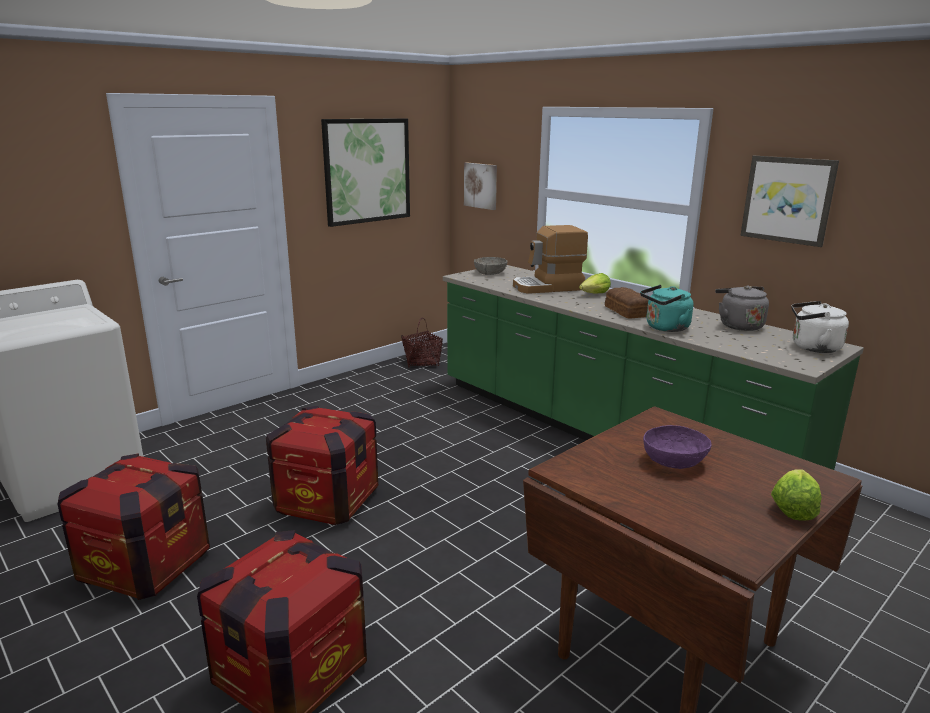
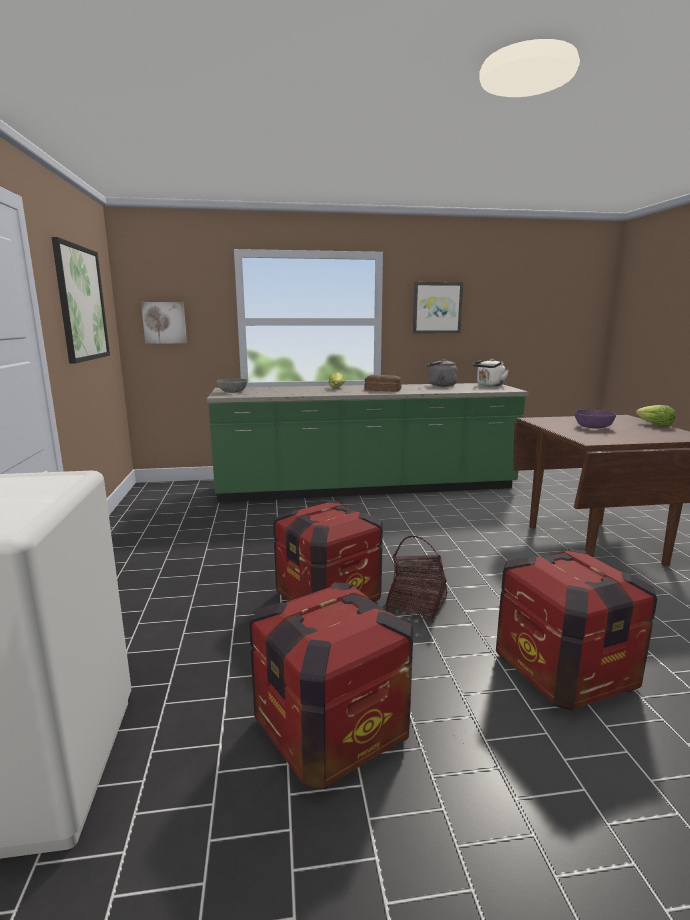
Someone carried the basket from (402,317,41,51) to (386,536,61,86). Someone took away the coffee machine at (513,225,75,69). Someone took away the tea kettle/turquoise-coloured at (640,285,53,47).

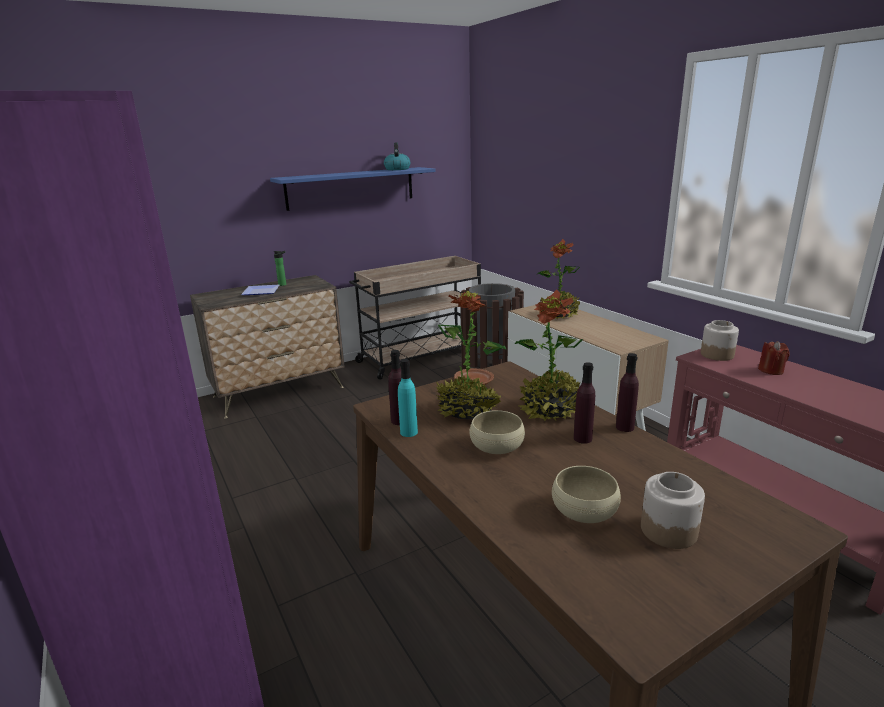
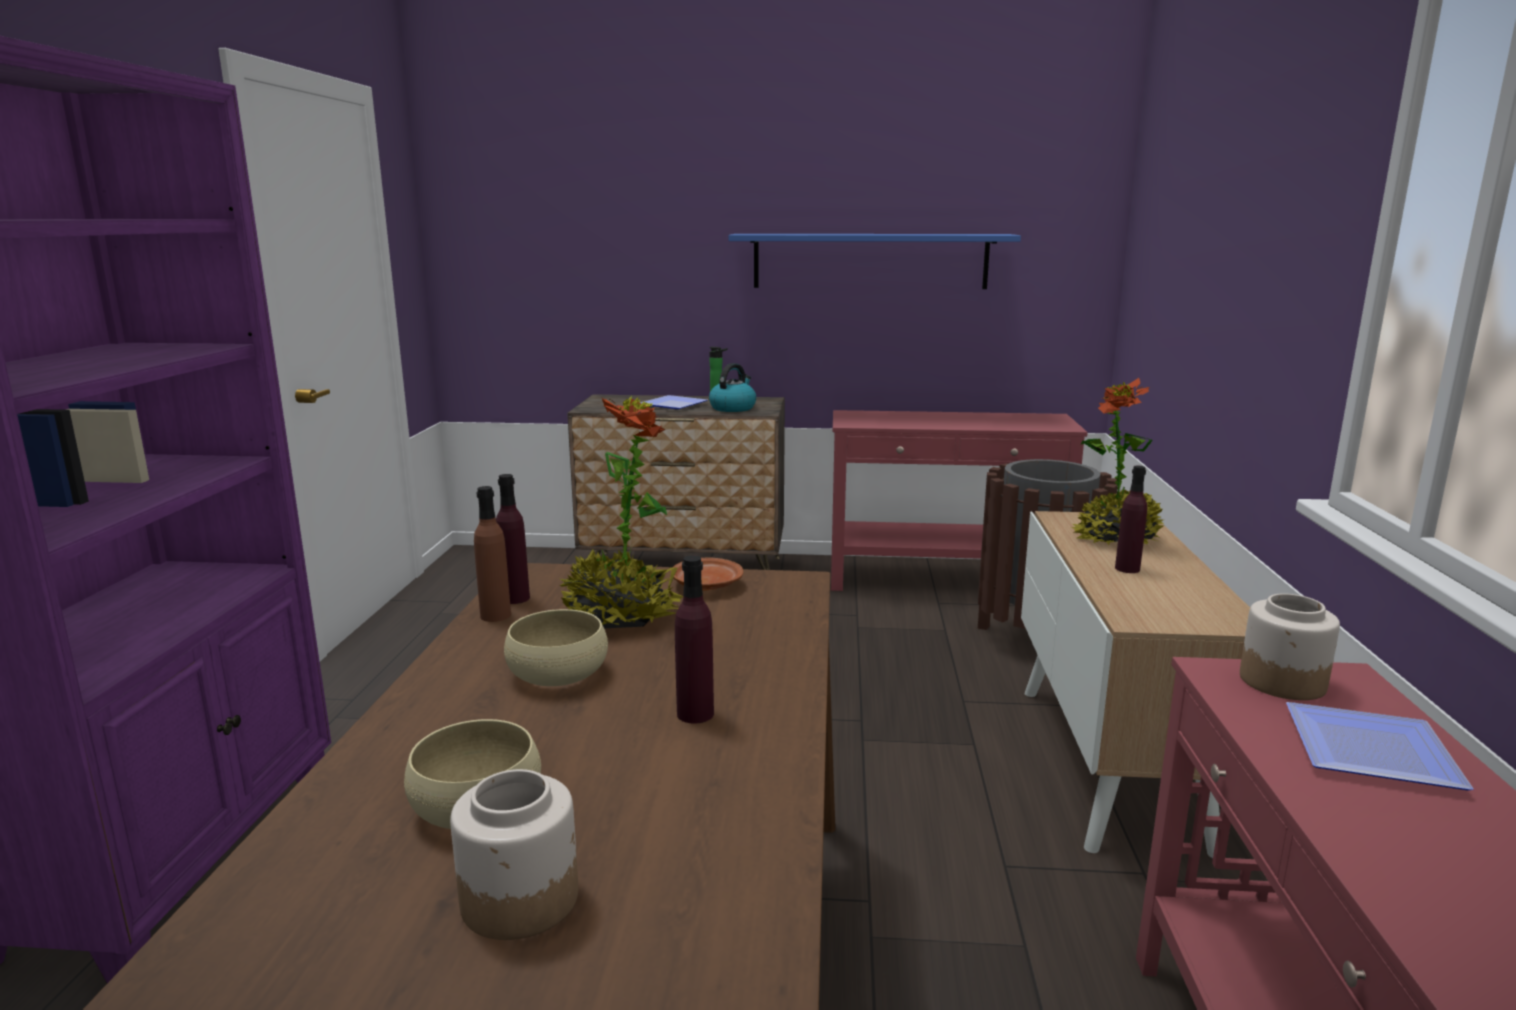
Someone repainted the beverage bottle/turquoise-coloured at (398,359,20,78), which became the beverage bottle/brown-coloured at (474,486,37,136). Someone carried the tea kettle from (384,142,27,28) to (709,363,47,49). Someone swapped the cart/beige-coloured at (349,256,132,124) for the hall table/red-coloured at (831,410,257,181). Someone carried the beverage bottle/purple-coloured from (616,353,23,79) to (1115,466,32,107). Someone swapped the candle/red-coloured at (758,341,32,34) for the dinner plate at (1286,702,188,89). Someone took away the houseplant at (515,289,68,132).

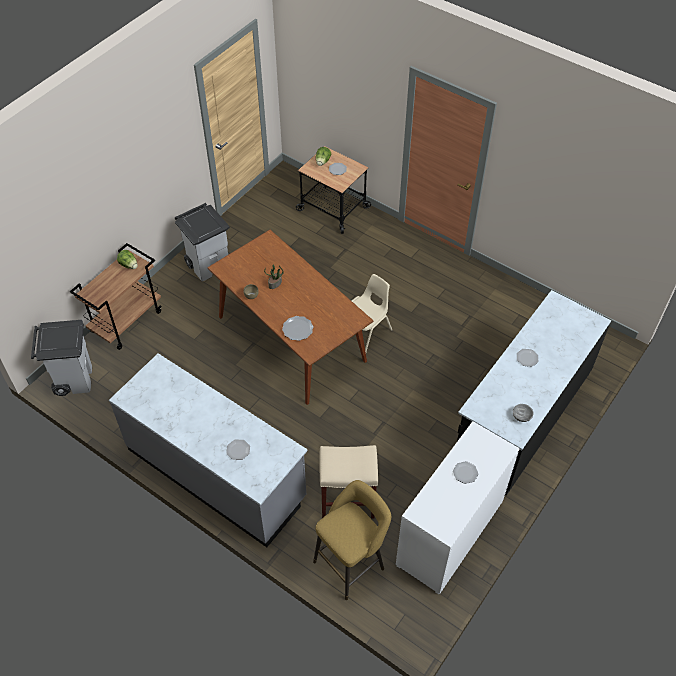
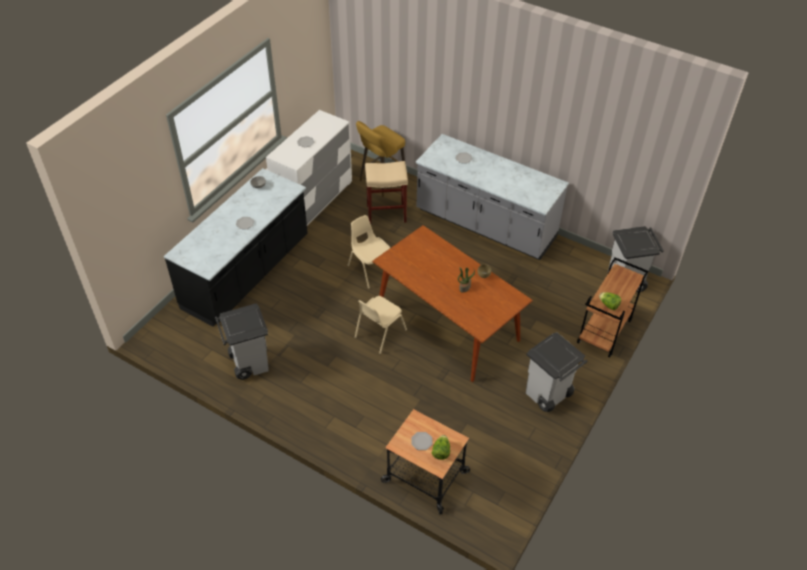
Someone put down the rubbish bin/greyish at (215,303,54,77). Someone put down the plain chair/beige-coloured at (347,215,43,74). Someone took away the dinner plate at (282,316,31,25).

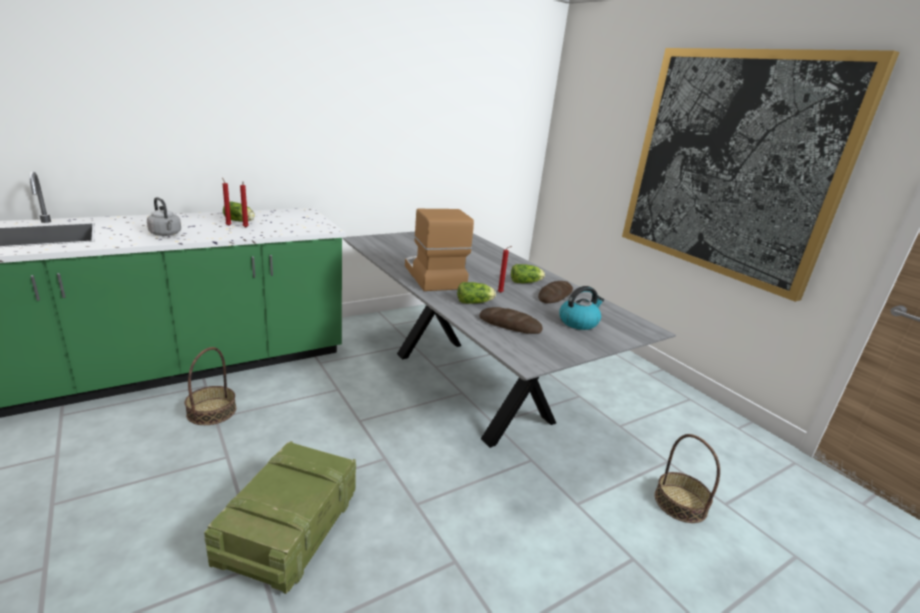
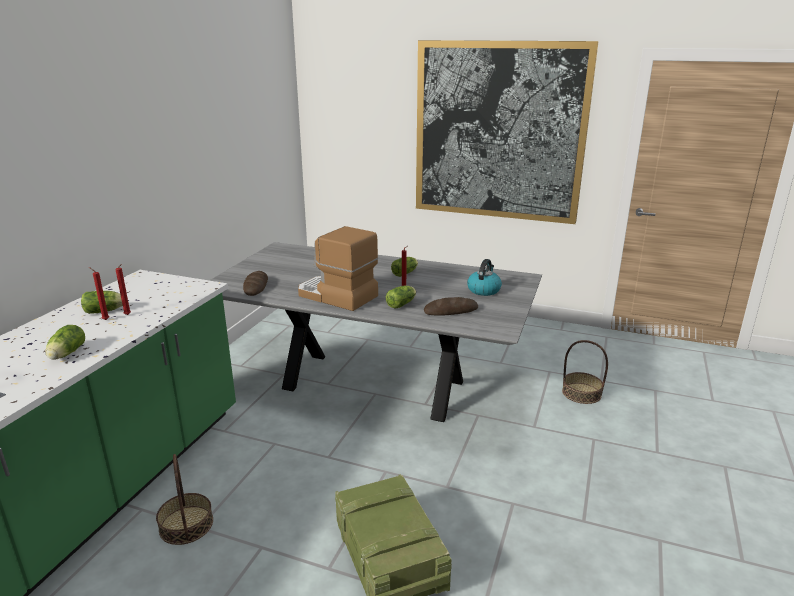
Someone swapped the tea kettle/greyish at (147,197,34,39) for the lettuce at (45,325,40,35). Someone carried the bread from (538,281,35,22) to (243,271,25,25).

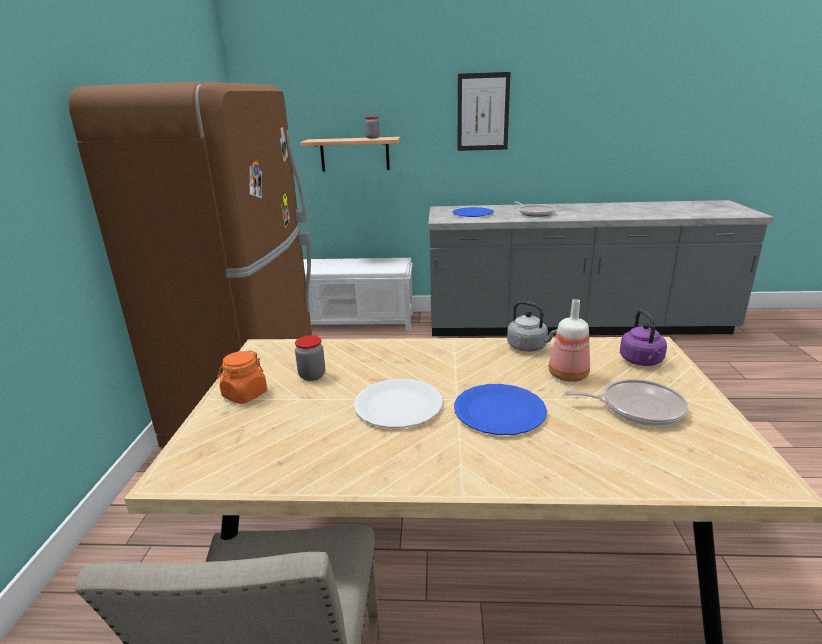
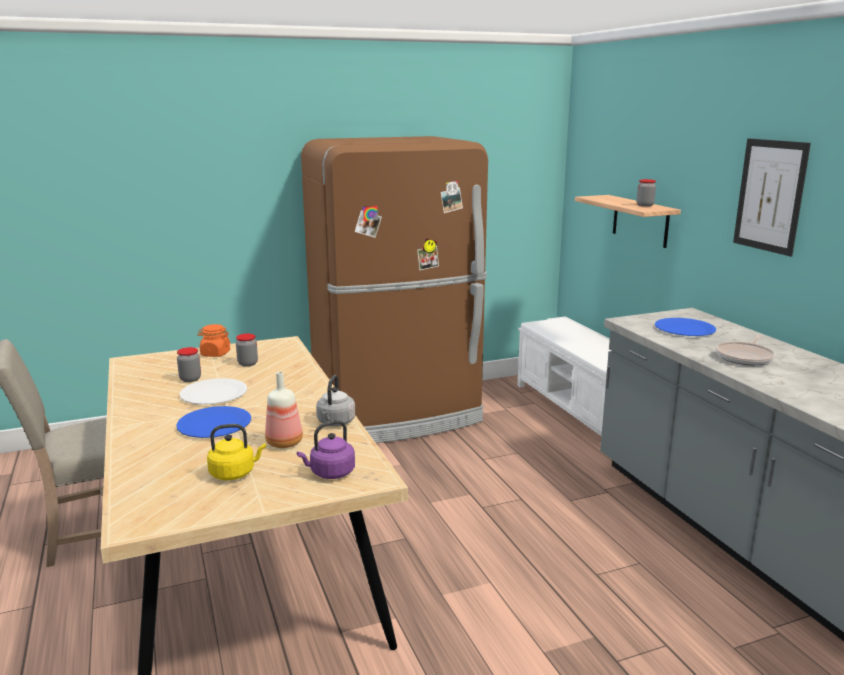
Someone put down the preserve jar at (177,347,24,35). Someone swapped the frying pan at (565,379,123,47) for the tea kettle/yellow at (207,424,59,56).

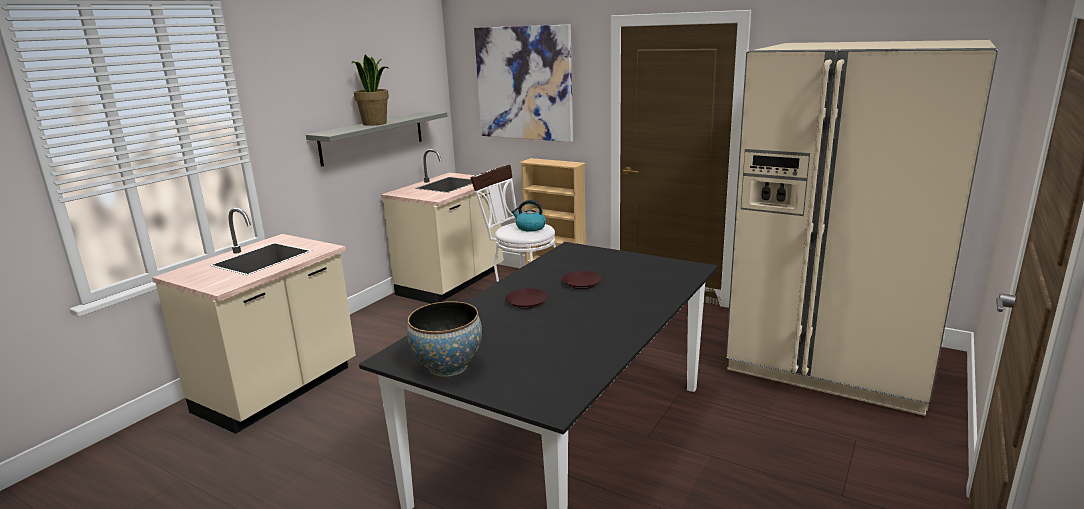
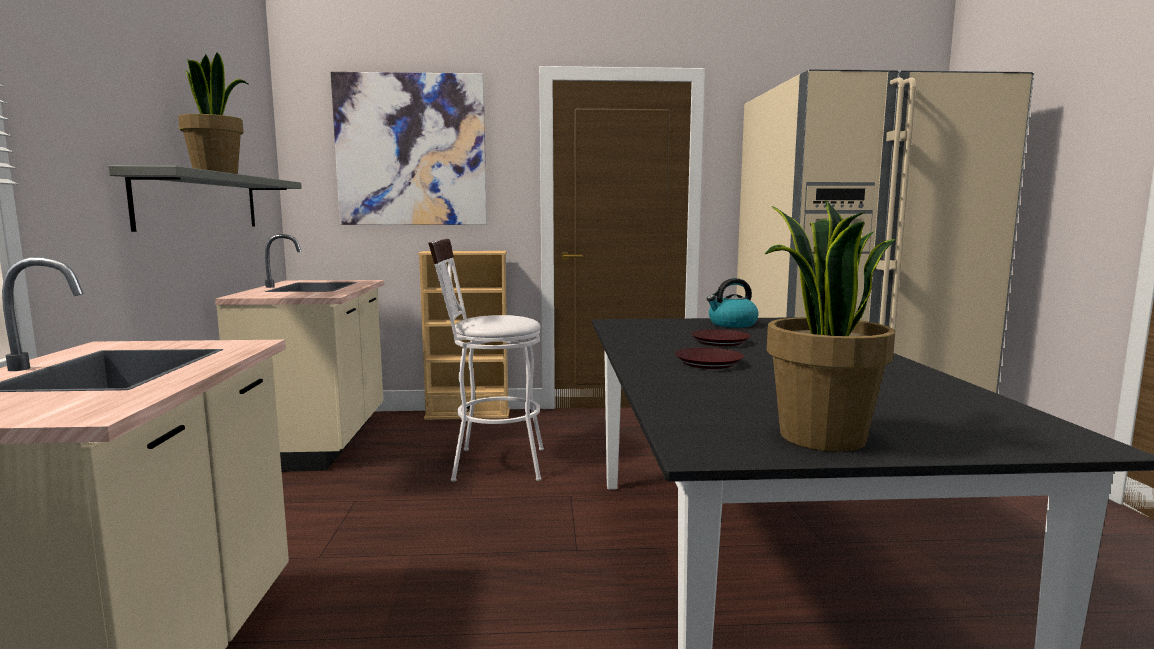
Someone carried the tea kettle from (511,200,35,32) to (707,278,51,50). Someone swapped the bowl at (407,301,75,76) for the houseplant at (765,200,132,252).

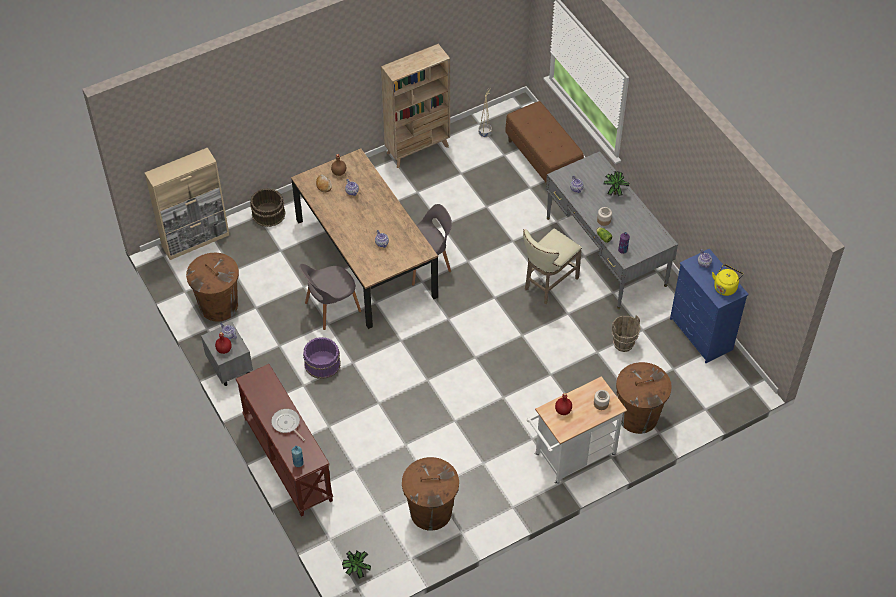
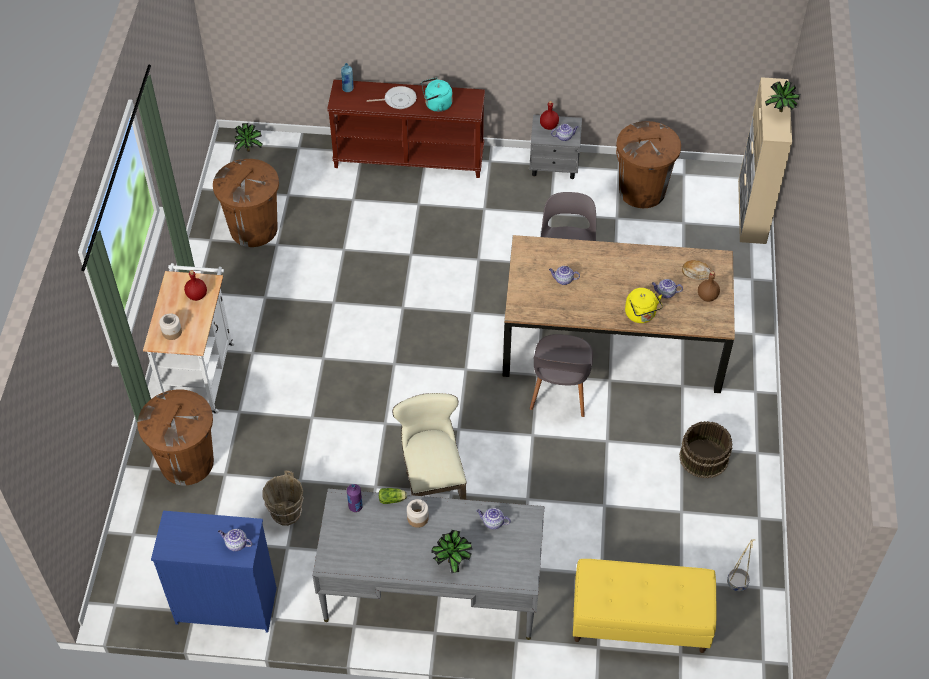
Someone put down the tea kettle/turquoise-coloured at (421,78,32,34). Someone repainted the indoor bench/brown-coloured at (506,101,78,81), which became the indoor bench/yellow at (573,559,144,94). Someone carried the tea kettle/yellow from (712,264,31,32) to (625,288,38,35). Someone carried the pail/brown-coloured from (250,188,36,39) to (679,421,54,57). Someone put down the houseplant at (765,80,36,32). Someone took away the pail/purple-coloured at (303,337,38,42). Someone took away the bookshelf/beige-coloured at (381,44,69,124).

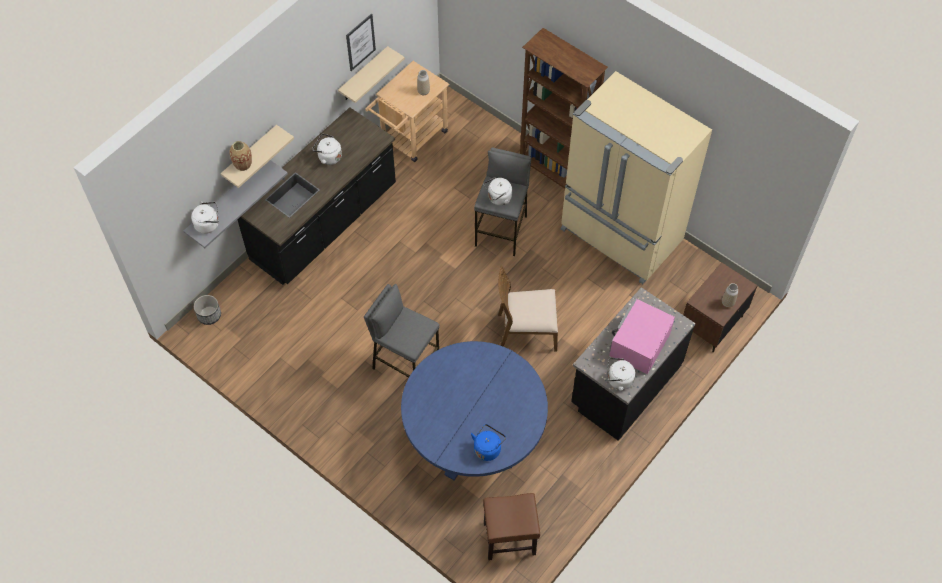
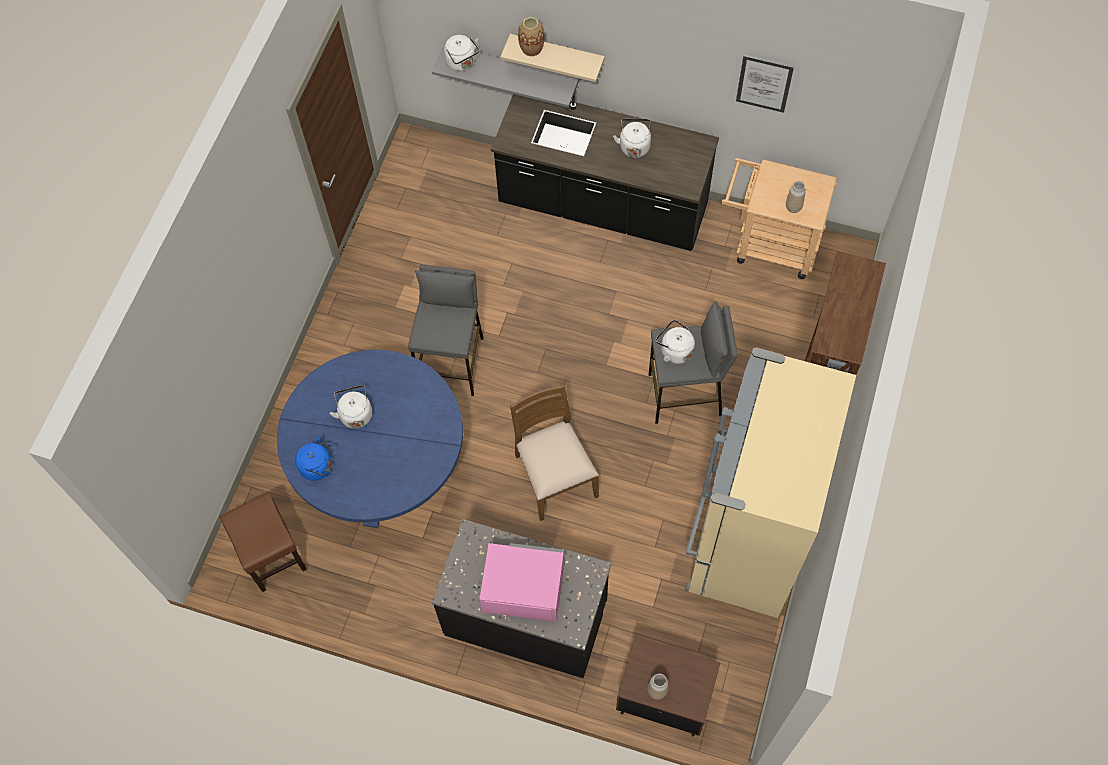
Someone carried the tea kettle/whitish from (607,358,29,33) to (330,385,42,44). Someone took away the flower pot at (194,295,27,30). Someone took away the bracket shelf/beige-coloured at (338,46,67,57).

